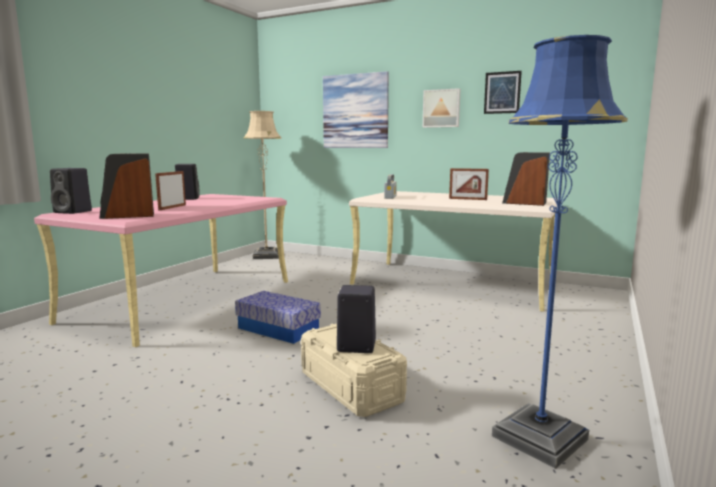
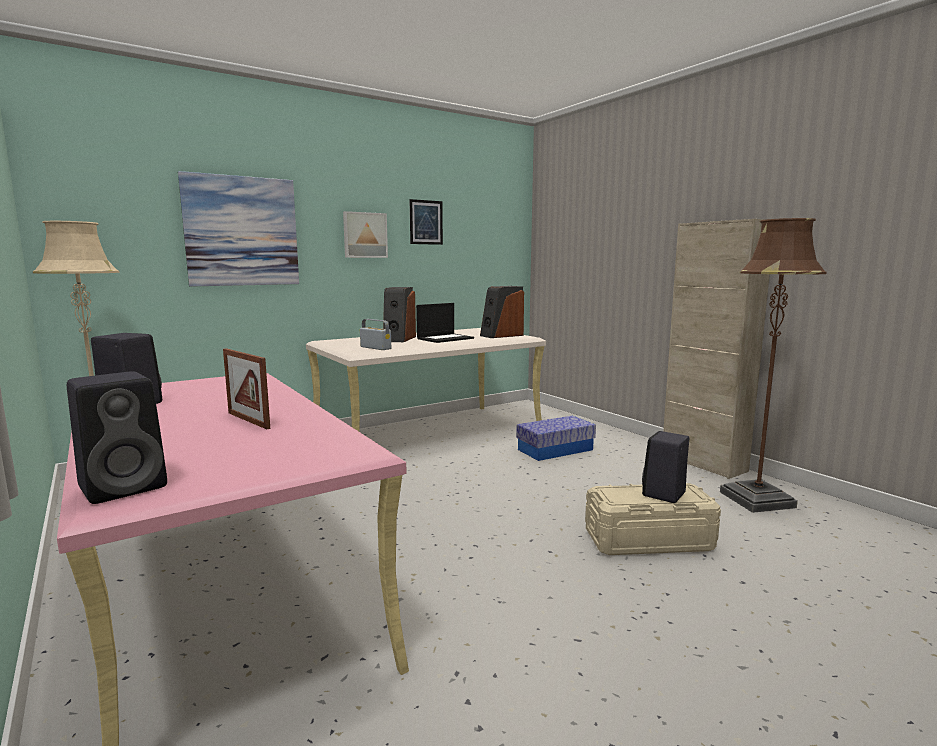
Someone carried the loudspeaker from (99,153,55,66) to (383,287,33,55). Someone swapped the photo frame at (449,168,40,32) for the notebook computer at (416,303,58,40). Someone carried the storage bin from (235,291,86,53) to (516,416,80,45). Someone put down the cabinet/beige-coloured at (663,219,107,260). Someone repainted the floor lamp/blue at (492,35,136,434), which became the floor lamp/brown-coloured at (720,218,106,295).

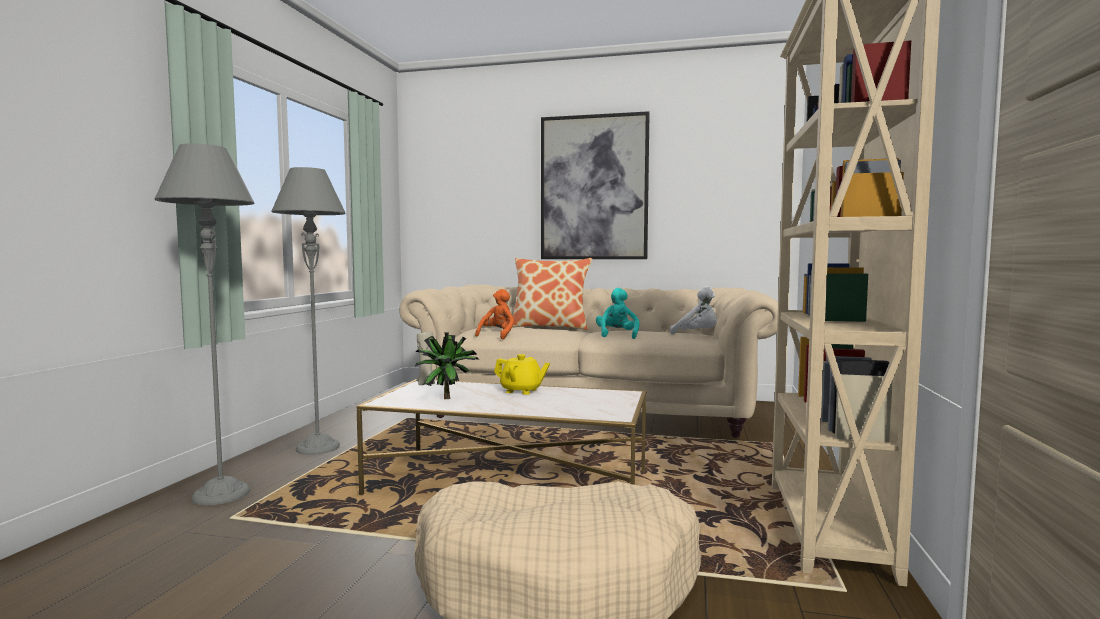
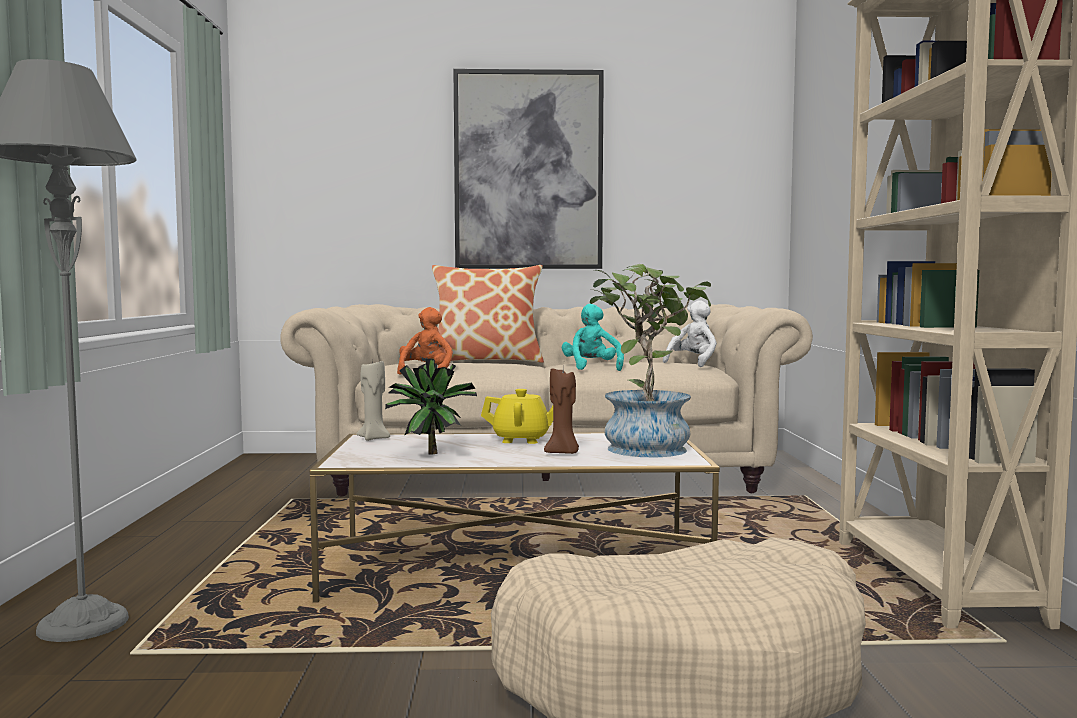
Someone put down the candle/brown-coloured at (544,369,35,85). Someone put down the houseplant at (590,264,121,194). Someone rotated the cuddly toy/whitish at (670,287,47,47) by 75 degrees counterclockwise. Someone took away the floor lamp/greyish at (271,167,75,288).

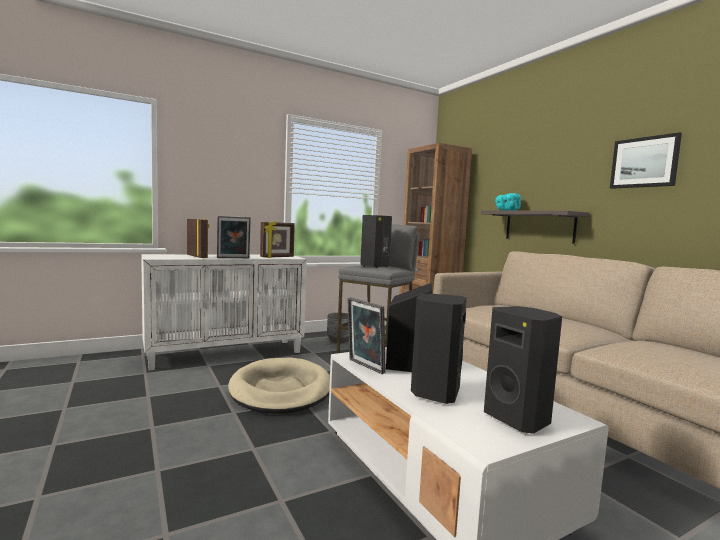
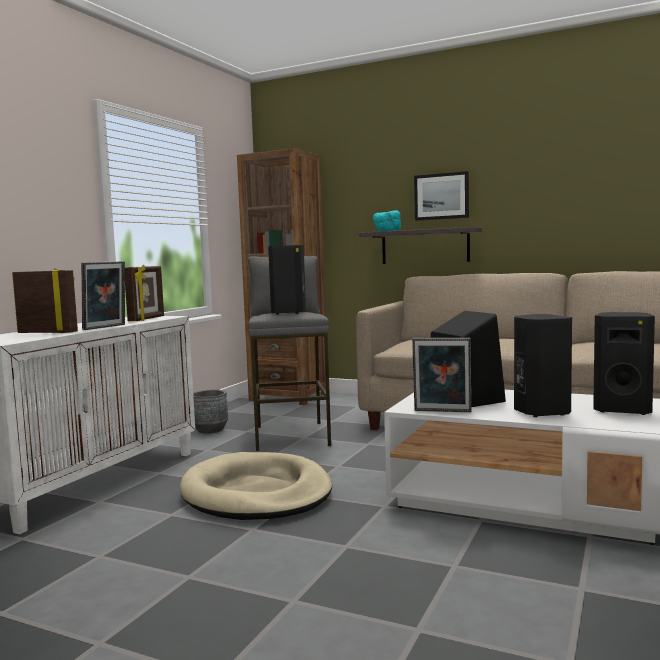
Someone carried the wall picture from (610,132,72,57) to (414,171,55,50).

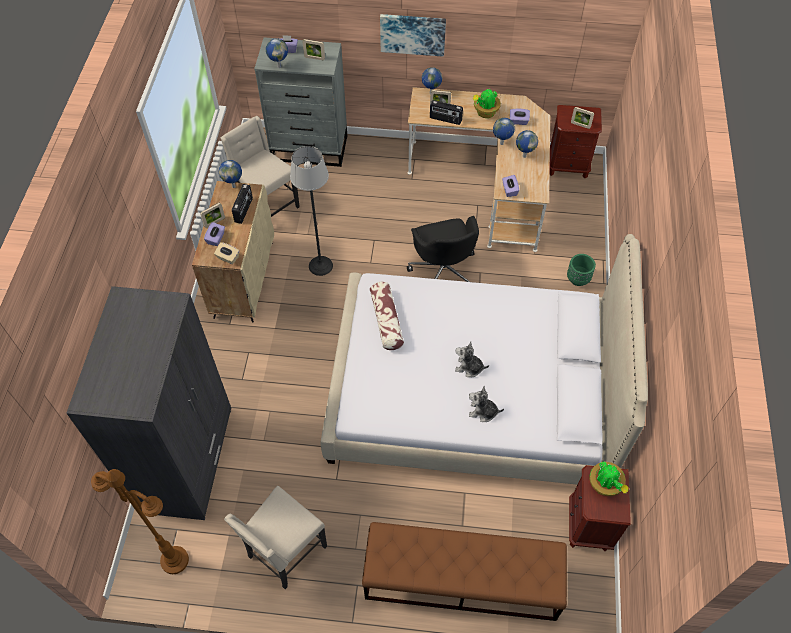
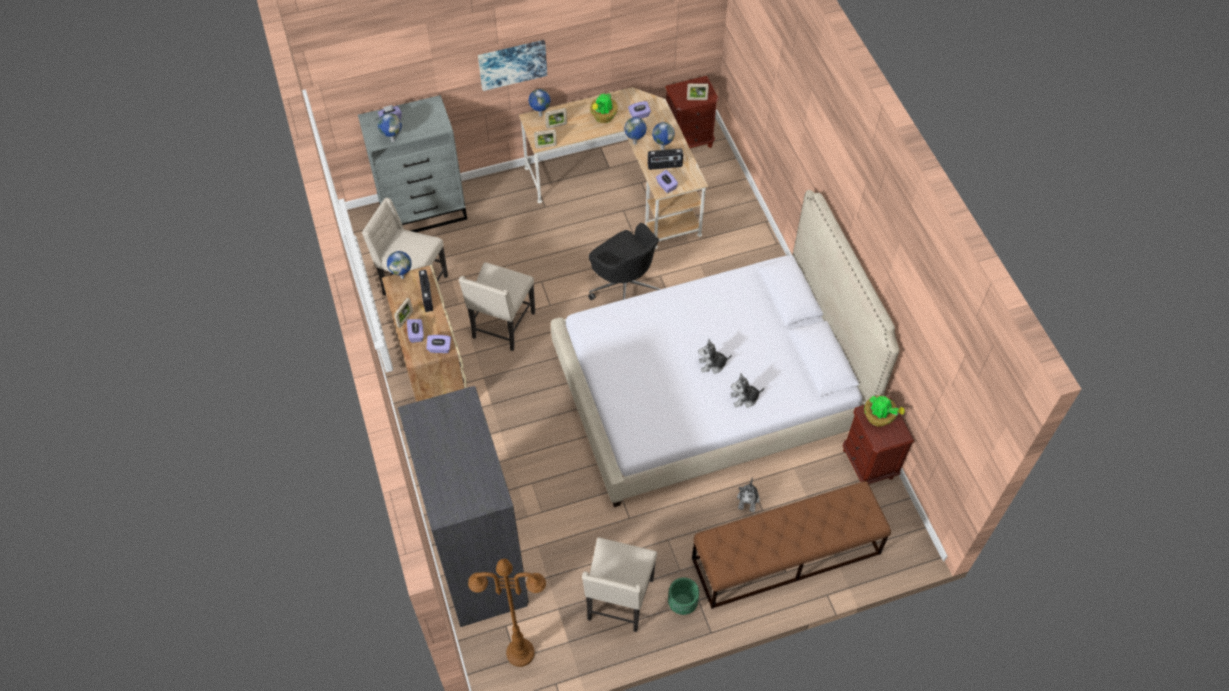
Someone repainted the tissue holder/beige-coloured at (214,242,25,23), which became the tissue holder/purple-coloured at (426,335,25,18). Someone swapped the floor lamp at (290,146,43,130) for the plain chair/beige-coloured at (459,262,76,89). Someone carried the photo frame from (303,39,22,21) to (534,129,23,20). Someone carried the radio set from (430,100,33,25) to (648,148,35,22). Someone carried the flower pot/green from (567,254,29,32) to (668,578,31,37). Someone put down the cuddly toy at (737,477,23,35). Someone took away the cushion at (370,282,34,68).

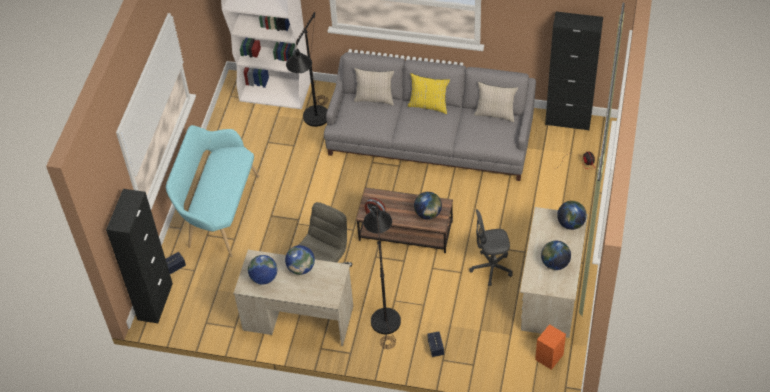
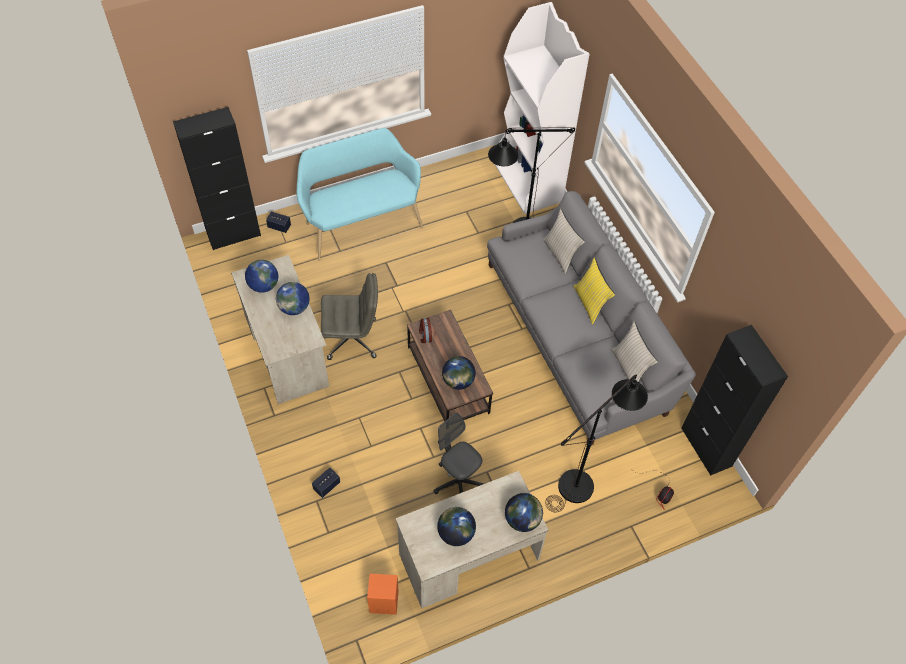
Someone carried the floor lamp/black from (363,202,38,147) to (545,375,103,137).

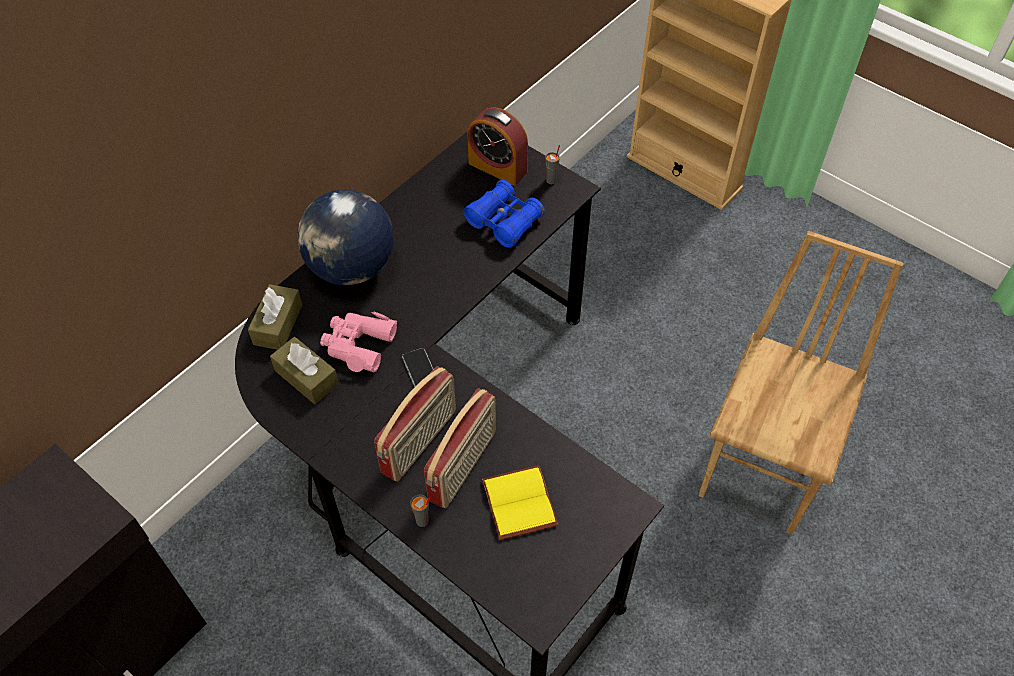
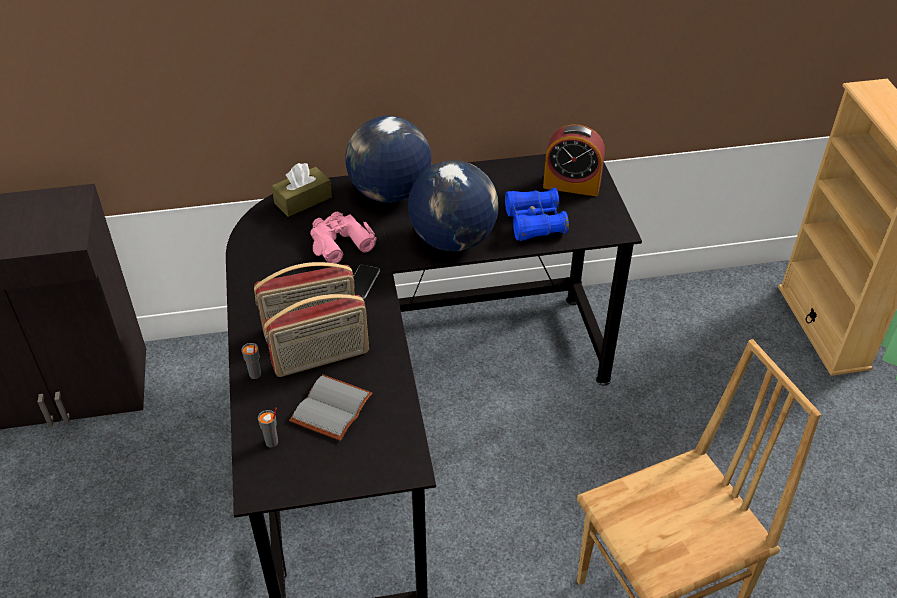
Someone carried the drinking cup/greyish from (545,145,15,39) to (258,408,20,39). Someone repainted the book/yellow at (482,465,77,75), which became the book/greyish at (289,375,83,66). Someone put down the globe at (408,160,91,91). Someone rotated the bedside clock at (467,107,61,79) by 60 degrees counterclockwise. Someone took away the tissue holder/brown-coloured at (270,337,69,67).

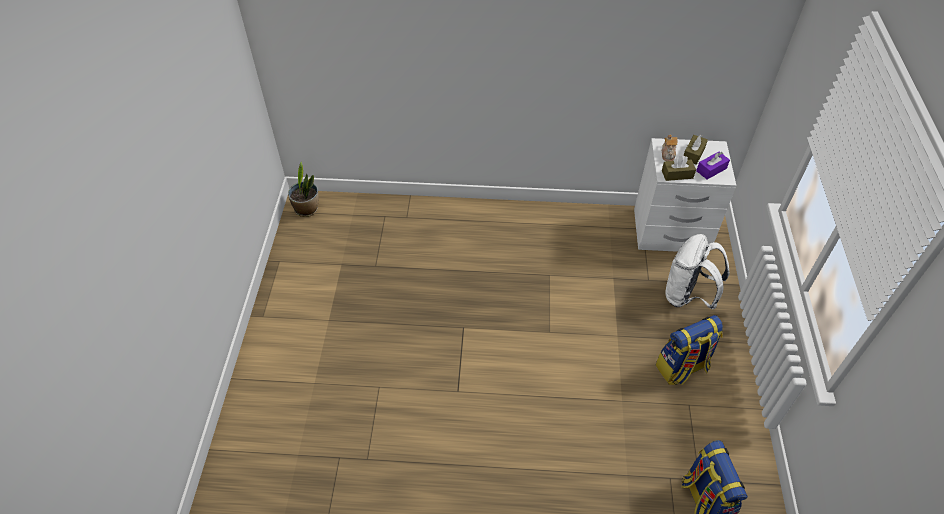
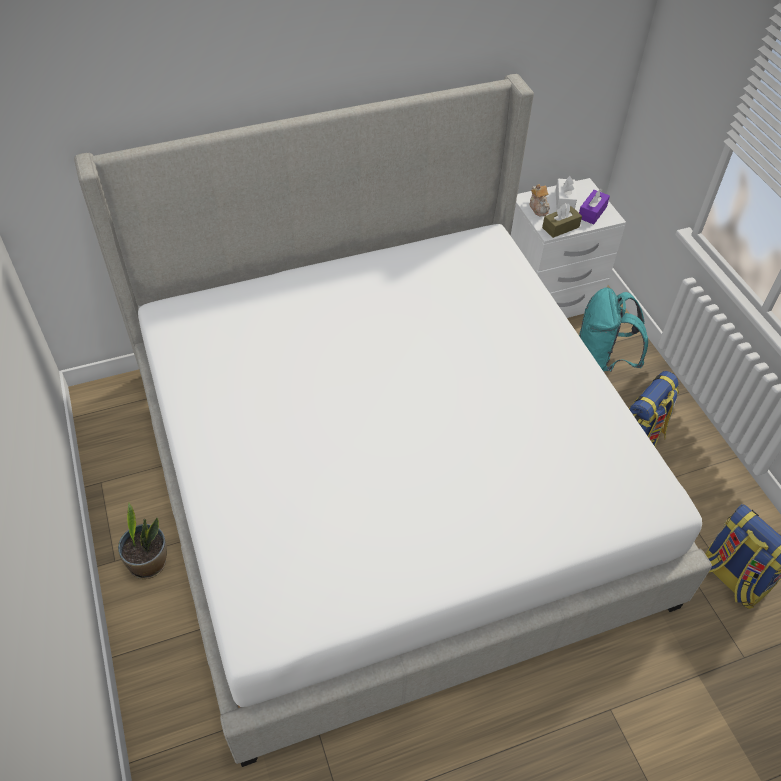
Someone put down the bed at (74,74,638,693). Someone carried the houseplant from (288,162,31,55) to (118,503,49,76). Someone repainted the tissue holder/brown-coloured at (684,135,24,30), which became the tissue holder/whitish at (556,176,21,33). Someone repainted the rucksack/whitish at (665,234,65,76), which became the rucksack/turquoise-coloured at (579,287,69,85).

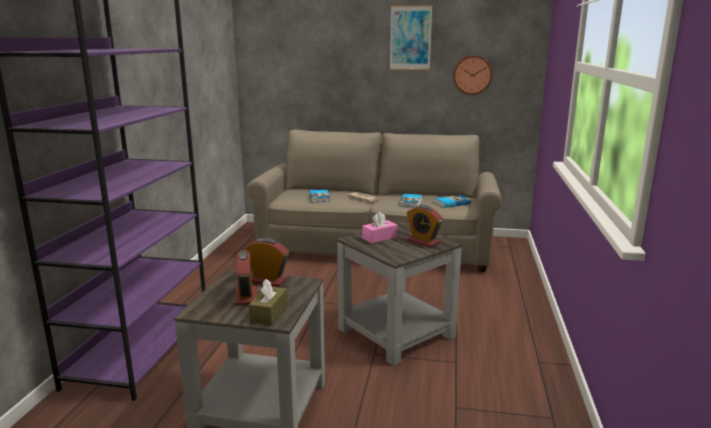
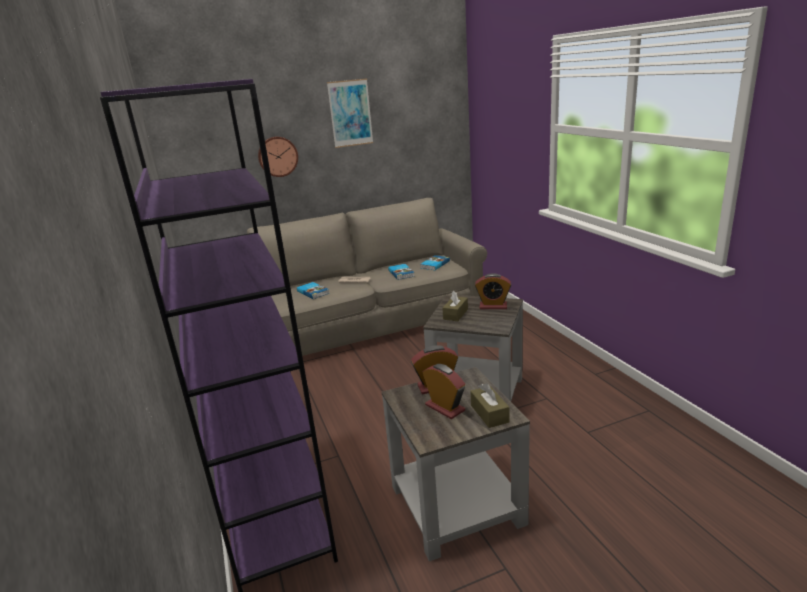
Someone carried the hanging clock from (453,56,39,39) to (258,137,40,40). Someone repainted the tissue holder/pink-coloured at (362,212,35,31), which became the tissue holder/brown-coloured at (443,291,25,30).

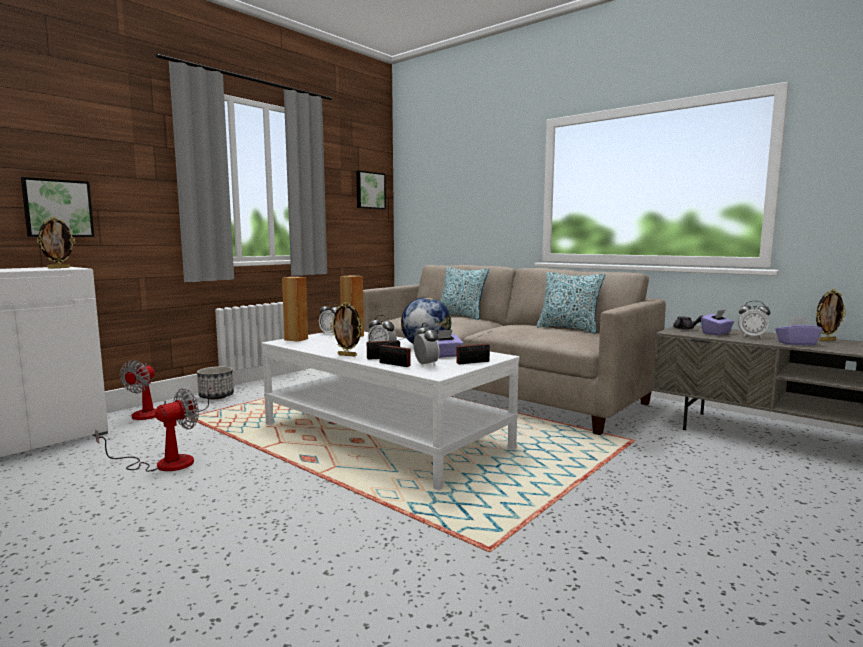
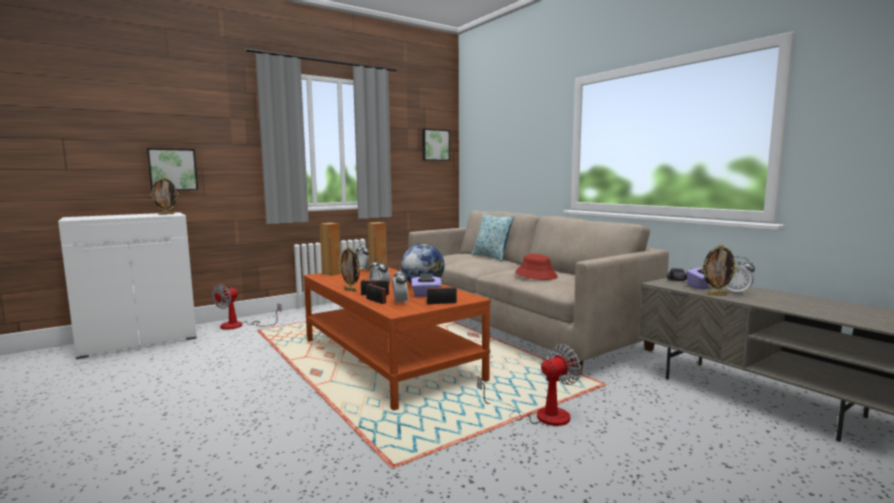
Someone repainted the low table/whitish at (261,332,258,158), which became the low table/brown-coloured at (303,267,188,144). Someone carried the fan from (95,388,104,84) to (477,344,104,82). Someone put down the wearable hat/red-coloured at (515,254,43,26). Someone carried the photo frame from (816,289,30,52) to (702,244,36,52). Someone took away the flower pot at (197,366,37,33). Someone took away the cushion at (537,272,69,61). Someone took away the tissue holder/purple-coloured at (775,317,47,28).

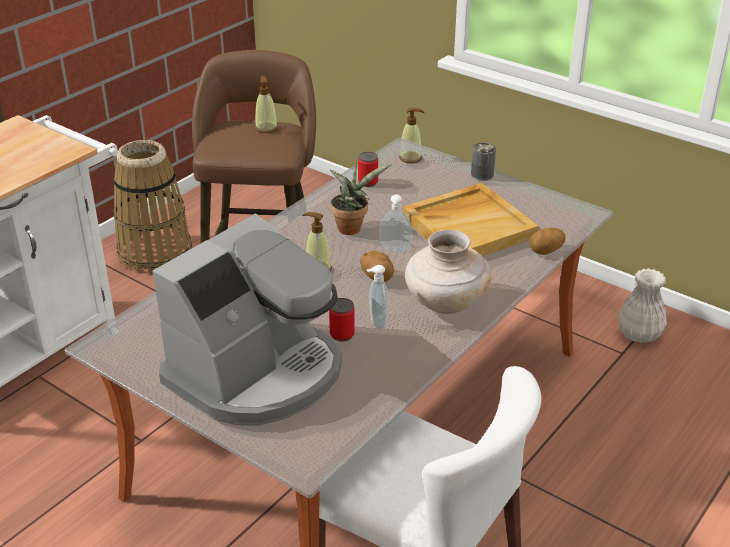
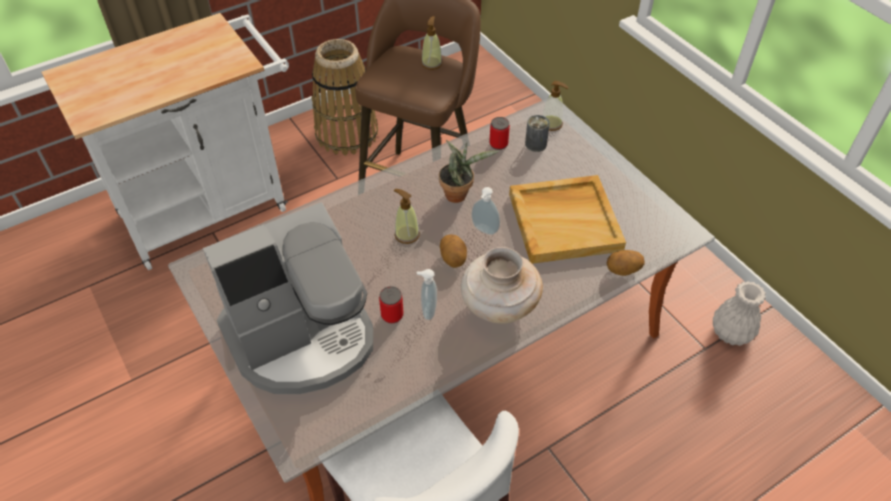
Someone carried the metal can from (471,143,25,38) to (525,115,25,37).

